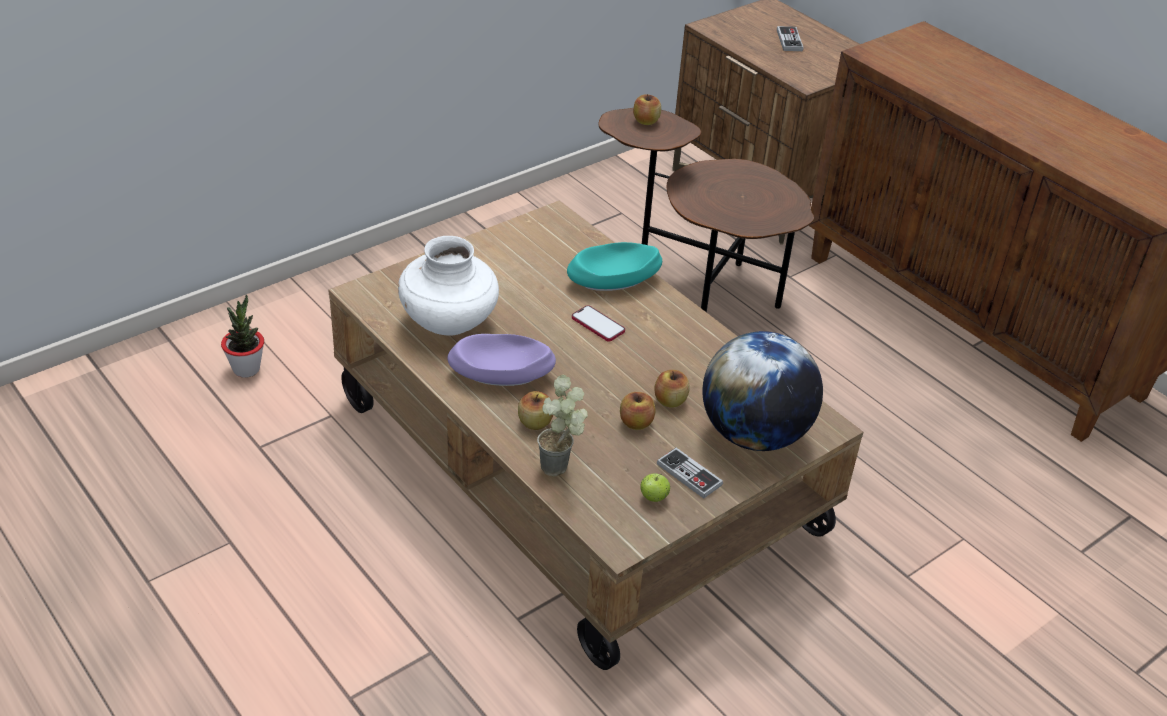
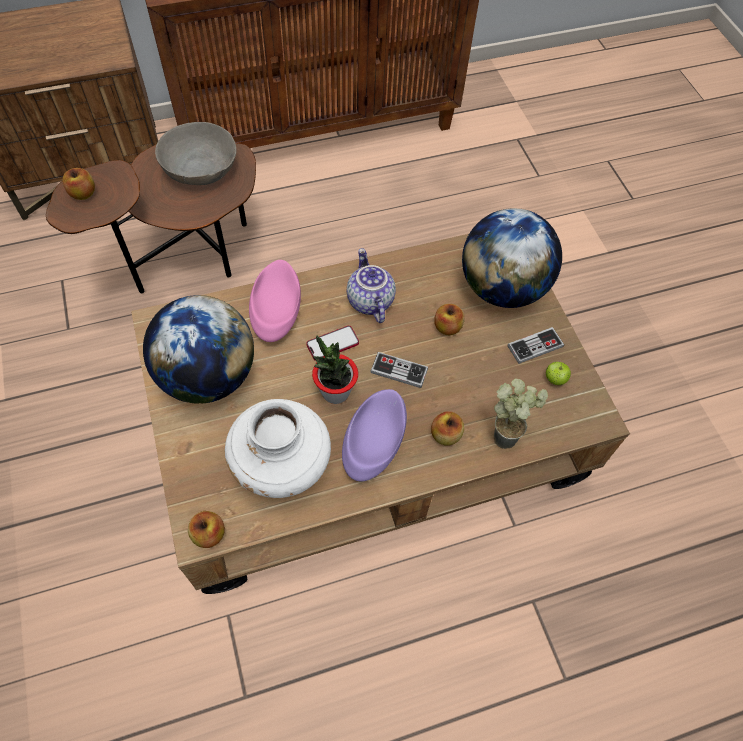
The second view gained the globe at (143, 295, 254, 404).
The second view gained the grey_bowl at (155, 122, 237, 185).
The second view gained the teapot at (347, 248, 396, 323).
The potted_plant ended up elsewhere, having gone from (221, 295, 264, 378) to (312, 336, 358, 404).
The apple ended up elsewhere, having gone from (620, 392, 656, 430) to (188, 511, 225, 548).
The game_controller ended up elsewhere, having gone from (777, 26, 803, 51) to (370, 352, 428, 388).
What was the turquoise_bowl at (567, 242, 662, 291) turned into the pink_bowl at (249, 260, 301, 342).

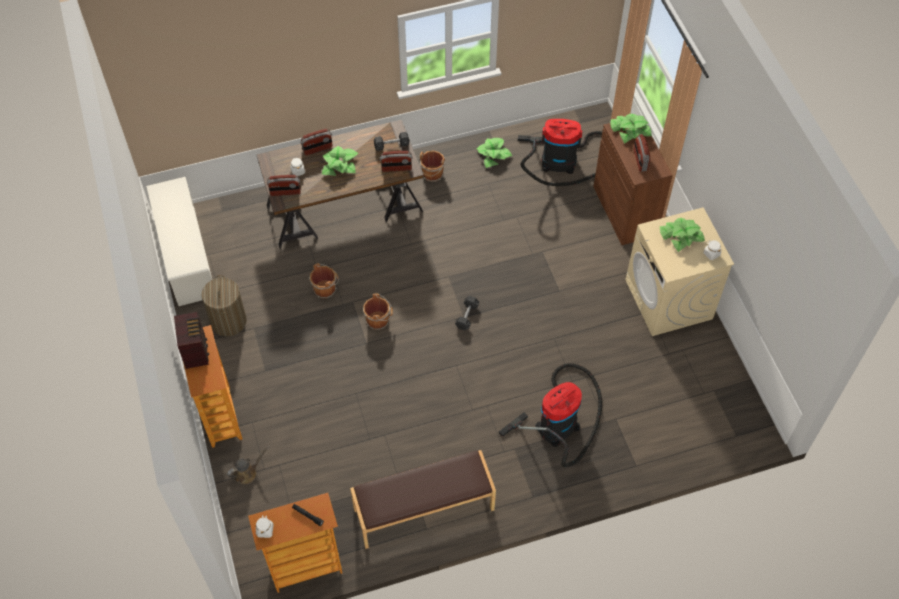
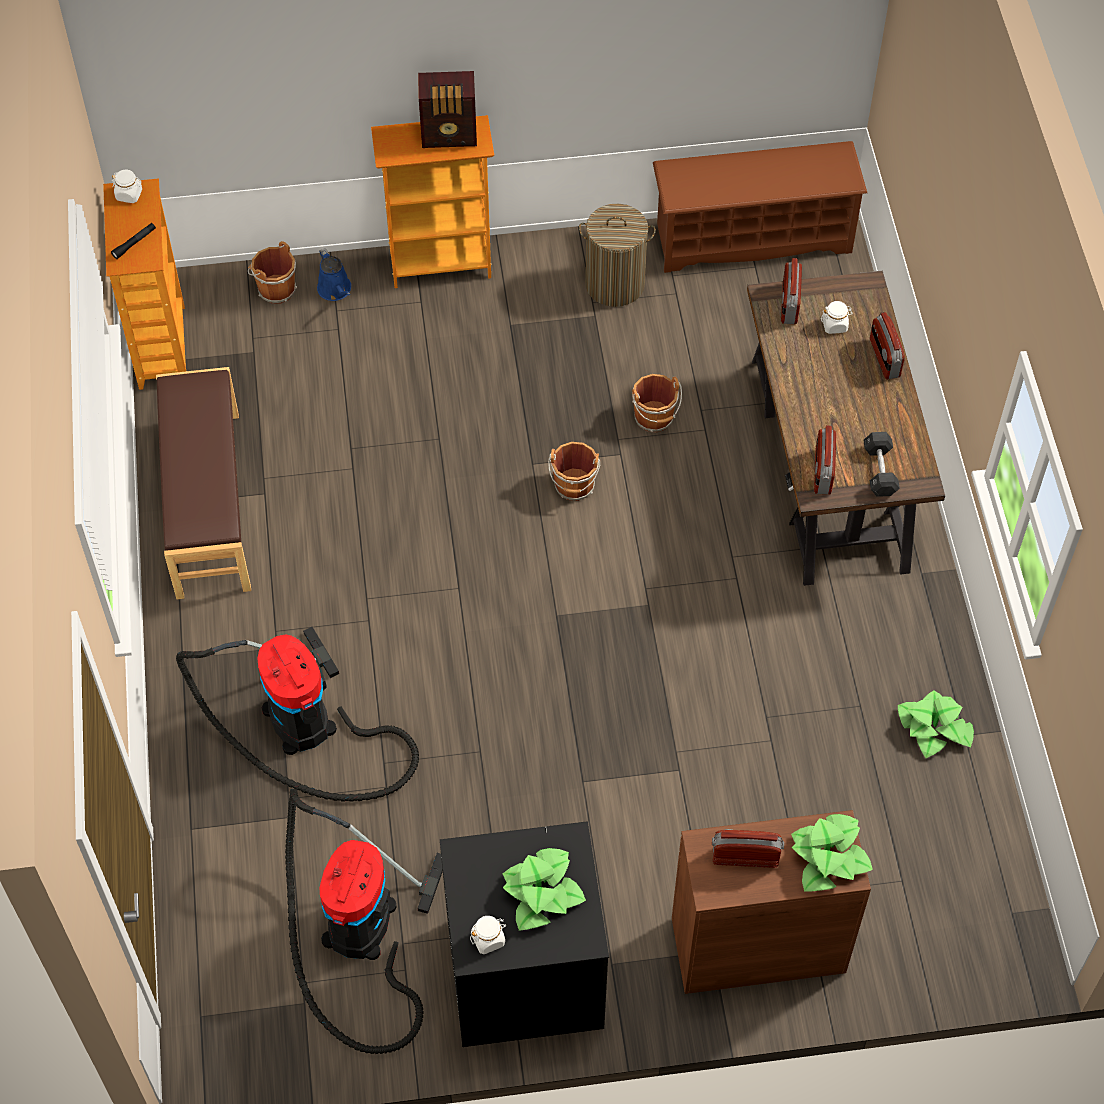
The second view lost the potted_plant at (322, 146, 358, 176).
The second view lost the black_dumbbell at (455, 296, 480, 330).
The brown_bucket ended up elsewhere, having gone from (418, 151, 445, 182) to (248, 241, 297, 303).
The vacuum_cleaner ended up elsewhere, having gone from (518, 119, 602, 186) to (285, 788, 443, 1054).
What was the white_shoe_rack at (146, 177, 212, 306) turned into the brown_shoe_rack at (653, 141, 867, 273).
What was the brown_watering_can at (227, 445, 270, 484) turned into the blue_watering_can at (317, 248, 351, 301).
What was the beige_washing_machine at (625, 207, 734, 336) turned into the black_washing_machine at (440, 821, 609, 1047).

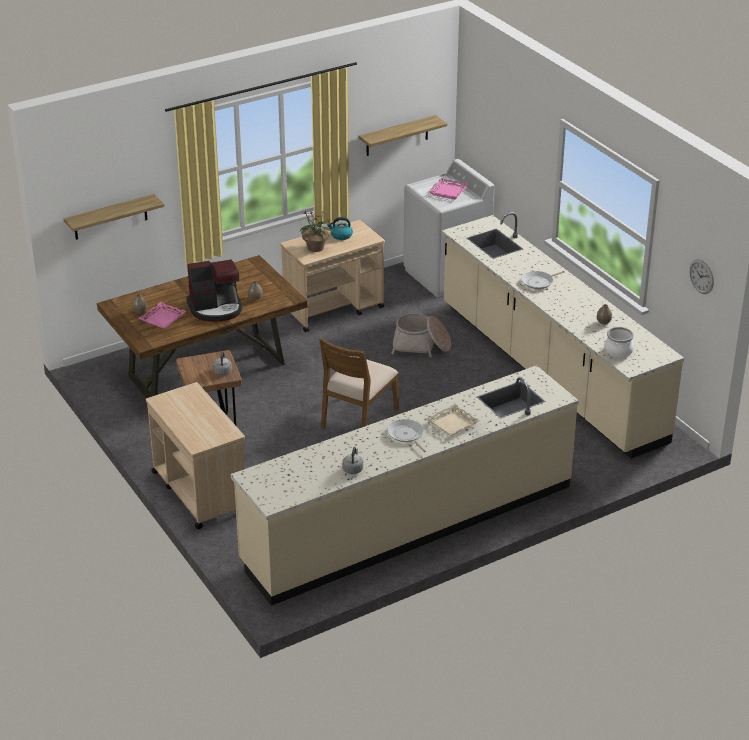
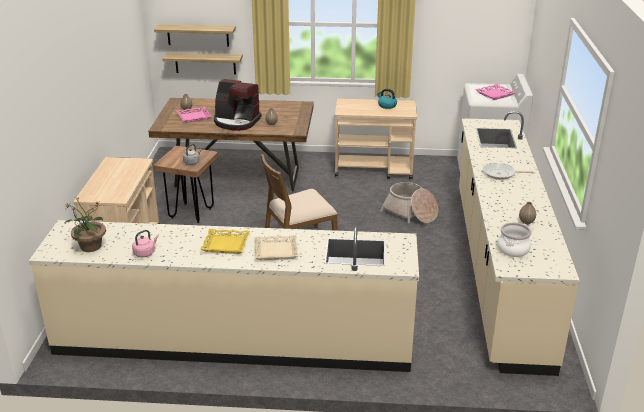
The second view lost the wall_clock at (689, 259, 714, 294).
The potted_plant ended up elsewhere, having gone from (300, 211, 332, 252) to (64, 197, 106, 252).
The shelf ended up elsewhere, having gone from (359, 115, 447, 156) to (162, 53, 243, 74).
Where the frying_pan stood at (387, 419, 426, 452), the yellow_tray came to stand at (200, 229, 250, 254).
What was the grey_kettle at (342, 447, 363, 474) turned into the pink_kettle at (132, 230, 158, 257).

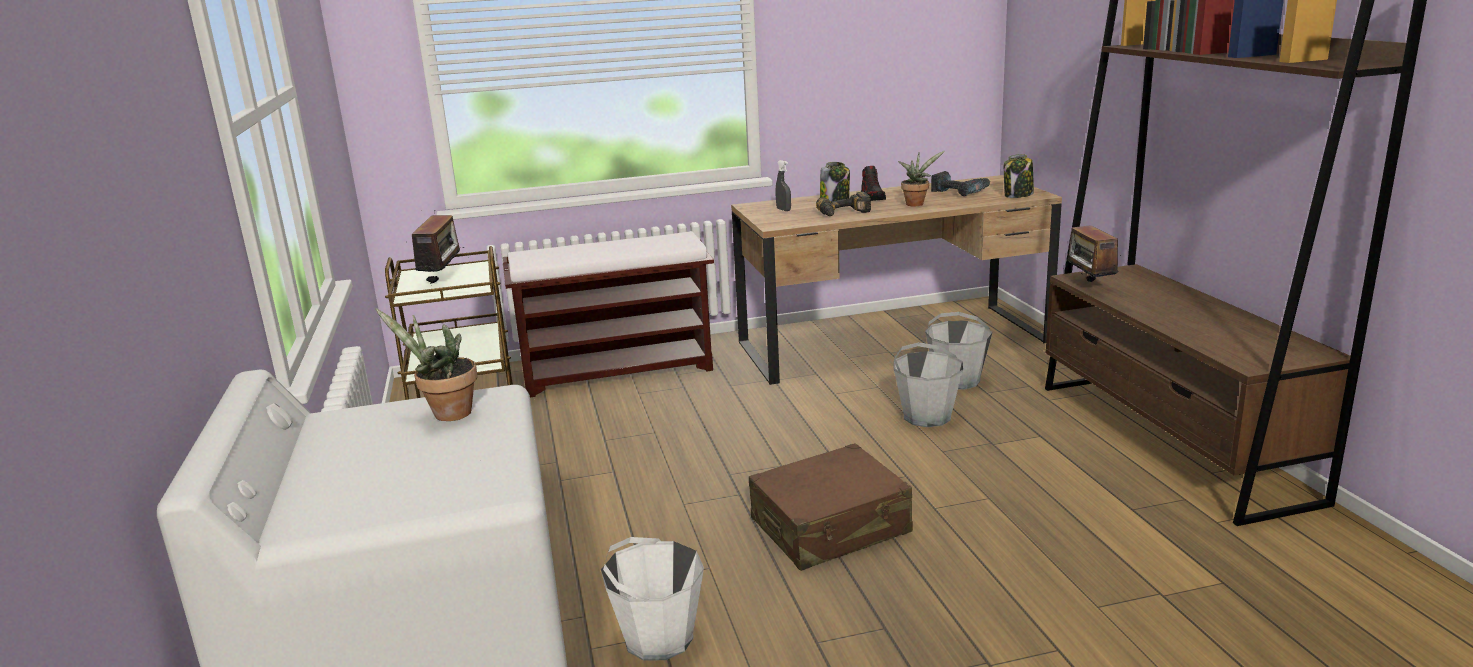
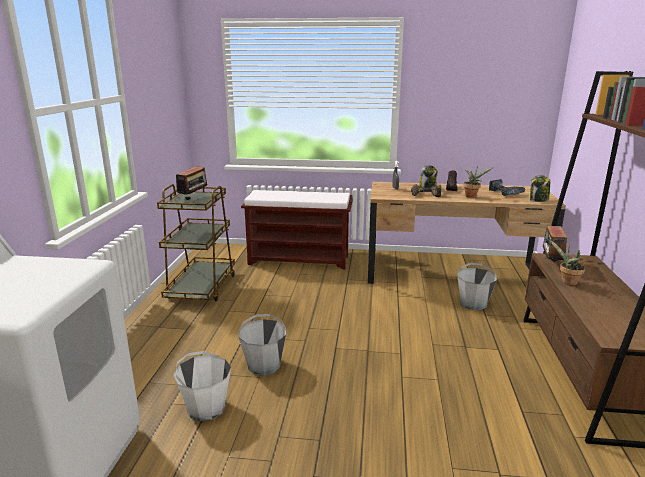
The second view lost the brown_suitcase at (749, 443, 913, 571).
The potted_plant ended up elsewhere, having gone from (375, 308, 477, 421) to (549, 239, 585, 286).
The grey_bucket ended up elsewhere, having gone from (894, 342, 963, 427) to (238, 314, 286, 375).

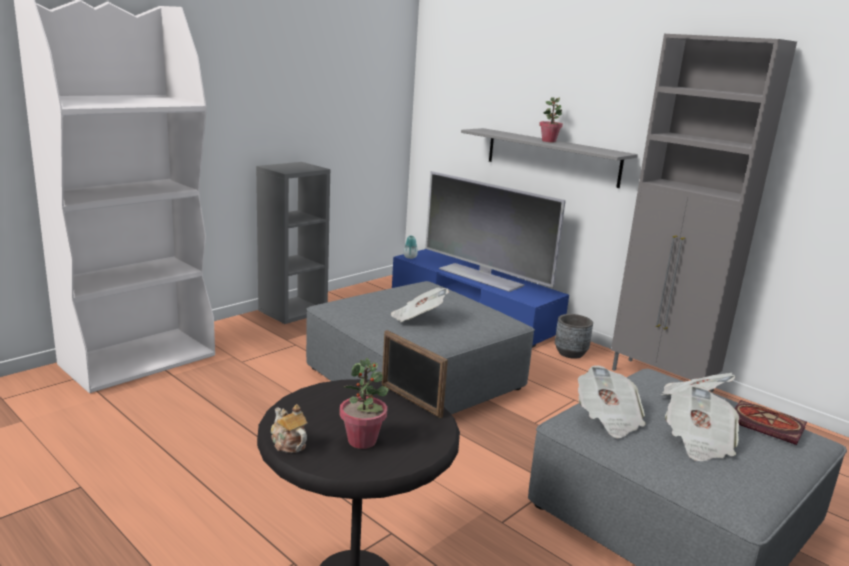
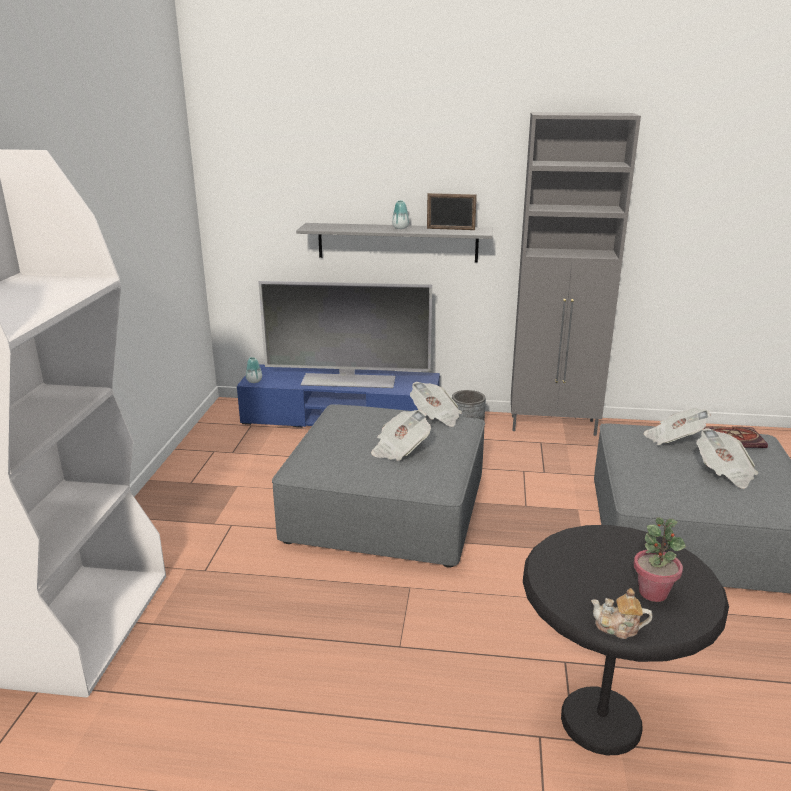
The second view lost the grey_bookcase at (256, 162, 330, 324).
The picture_frame ended up elsewhere, having gone from (382, 330, 448, 418) to (427, 193, 477, 230).
The newspaper ended up elsewhere, having gone from (578, 365, 646, 439) to (410, 382, 462, 427).
Where the potted_plant stood at (539, 97, 563, 142), the vase came to stand at (392, 200, 409, 229).

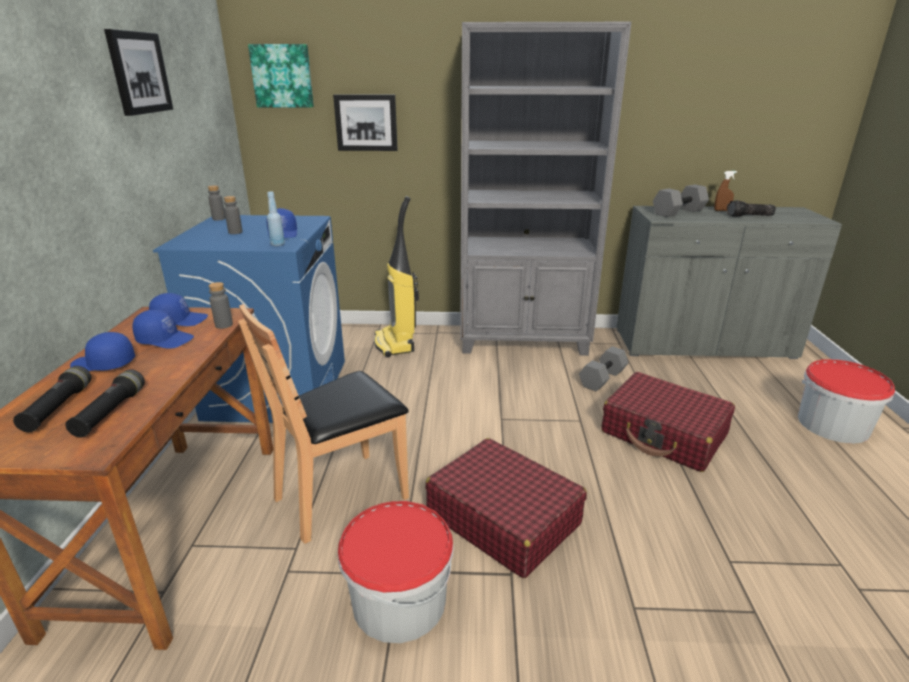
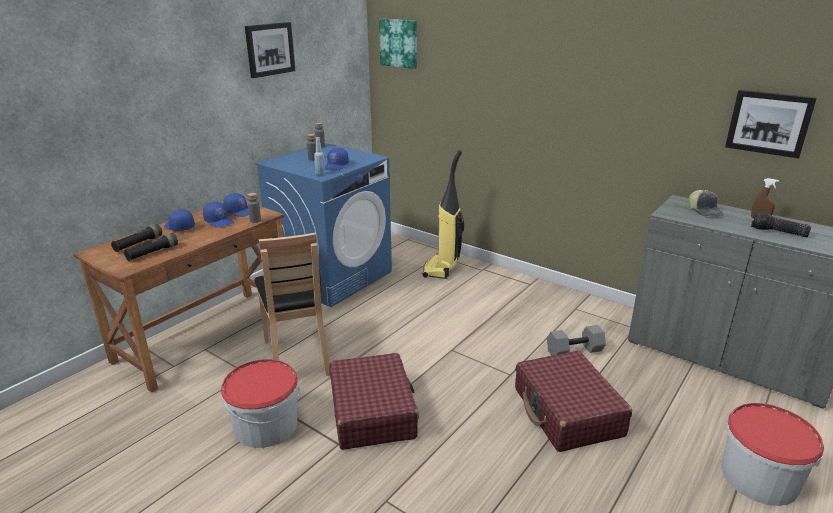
The second view lost the grey_bookcase at (460, 22, 631, 356).
The picture ended up elsewhere, having gone from (333, 94, 398, 151) to (725, 90, 817, 158).
Where the grey_dumbbell stood at (653, 184, 709, 217), the cap came to stand at (689, 190, 723, 216).
The brown_chair at (238, 304, 409, 544) ended up facing another way, 105 degrees counterclockwise from before.

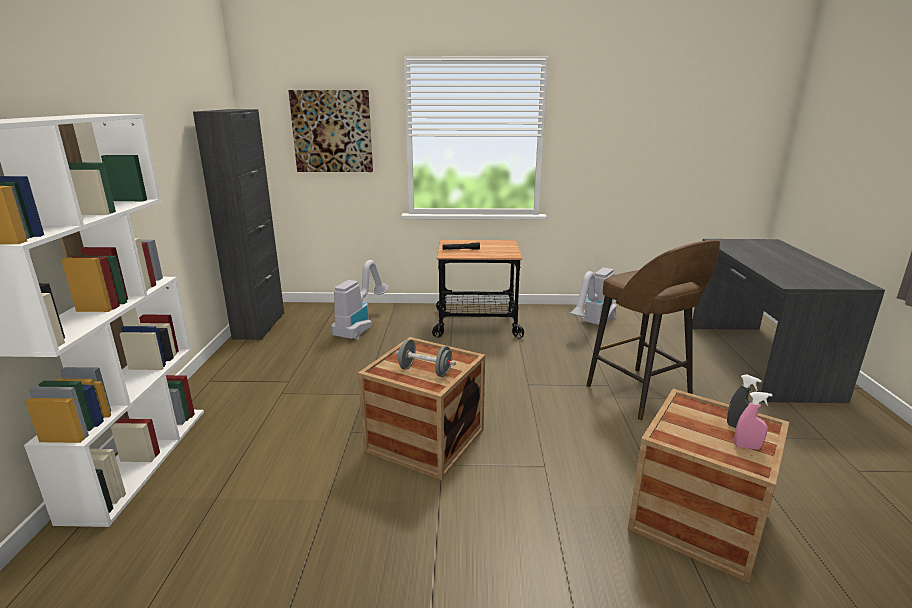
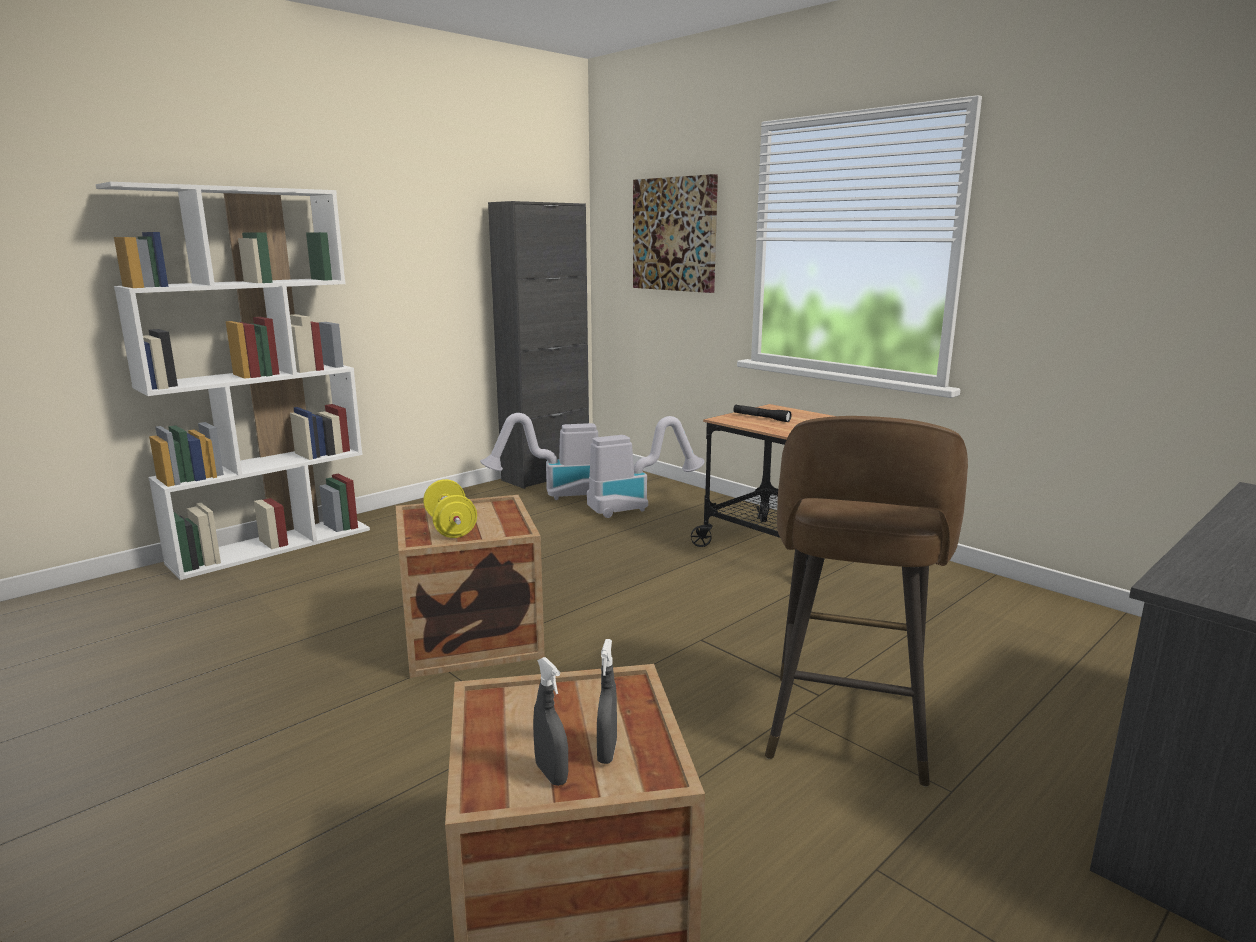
The vacuum_cleaner ended up elsewhere, having gone from (569, 268, 616, 325) to (480, 413, 598, 500).
What was the grey_dumbbell at (396, 339, 456, 377) turned into the yellow_dumbbell at (423, 479, 477, 538).
What was the pink_spray_bottle at (734, 392, 773, 449) turned into the grey_spray_bottle at (533, 657, 568, 786).

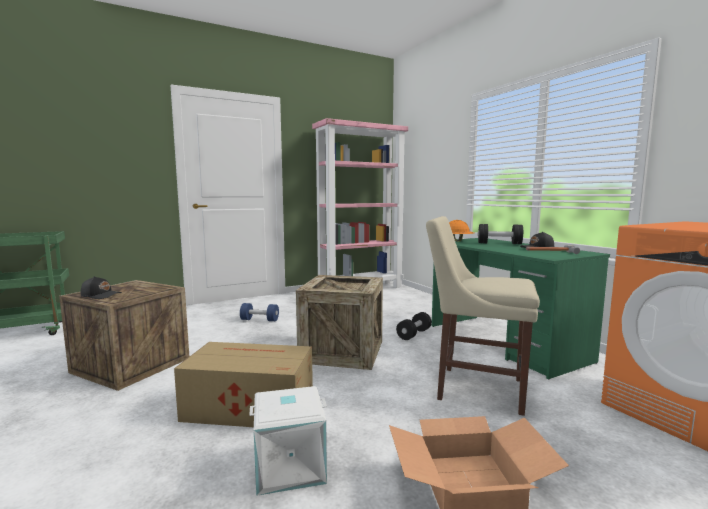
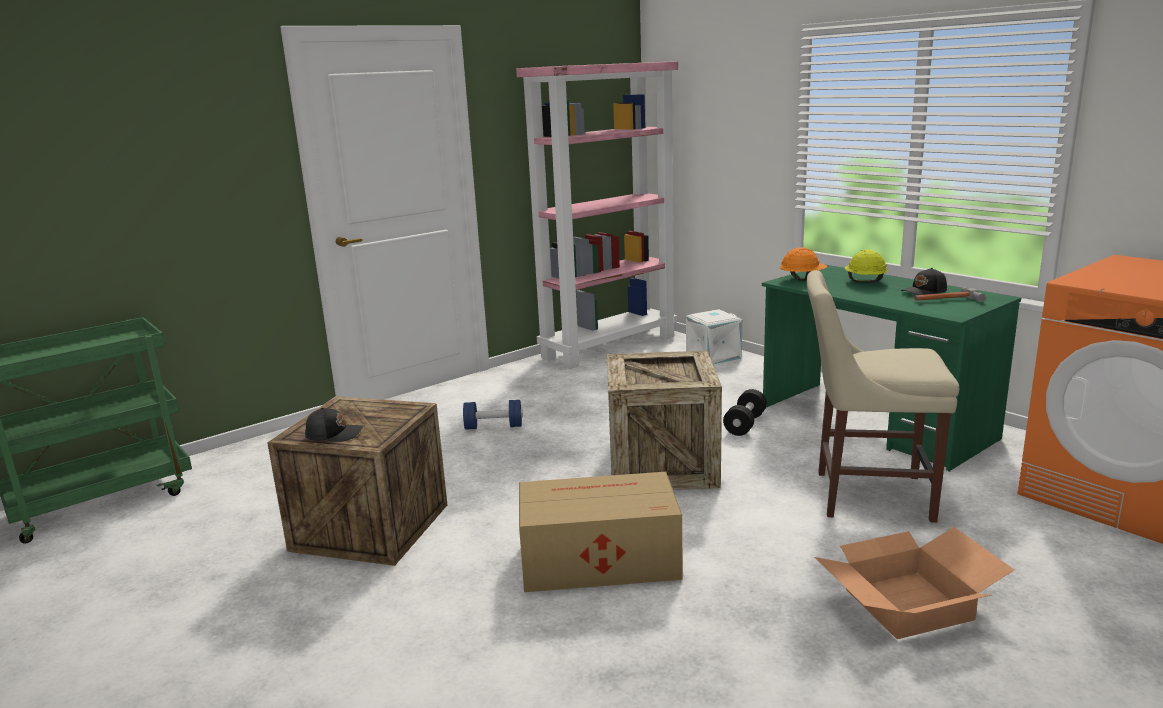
The white_storage_box ended up elsewhere, having gone from (249, 386, 327, 496) to (686, 309, 742, 364).
Where the black_dumbbell stood at (478, 224, 523, 244), the yellow_hard_hat came to stand at (845, 249, 888, 283).

